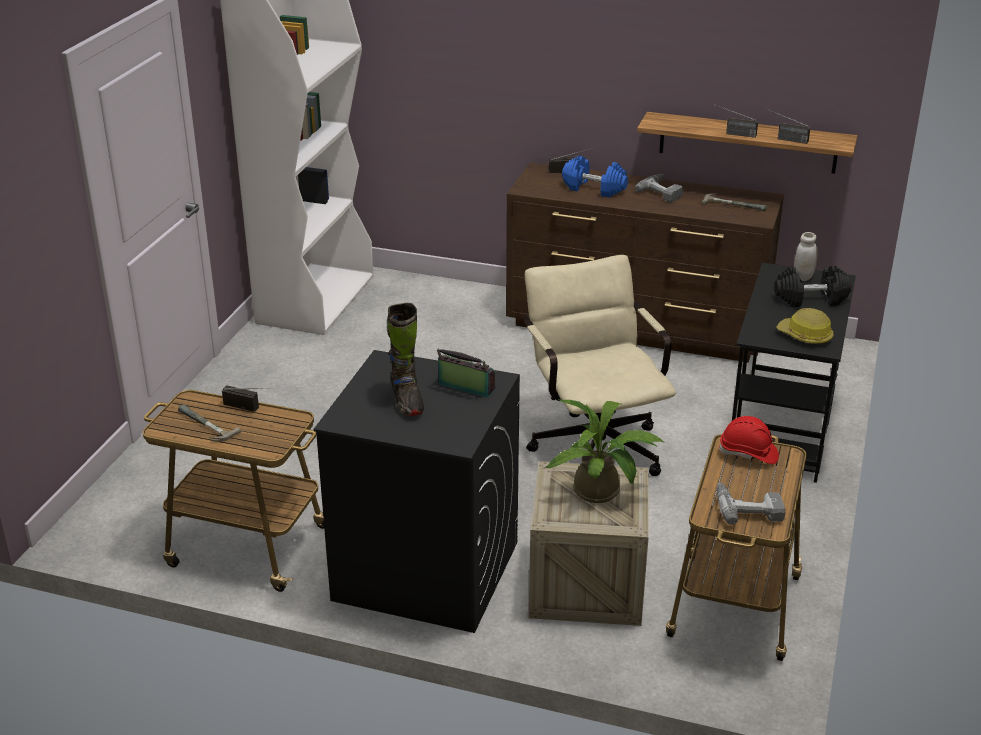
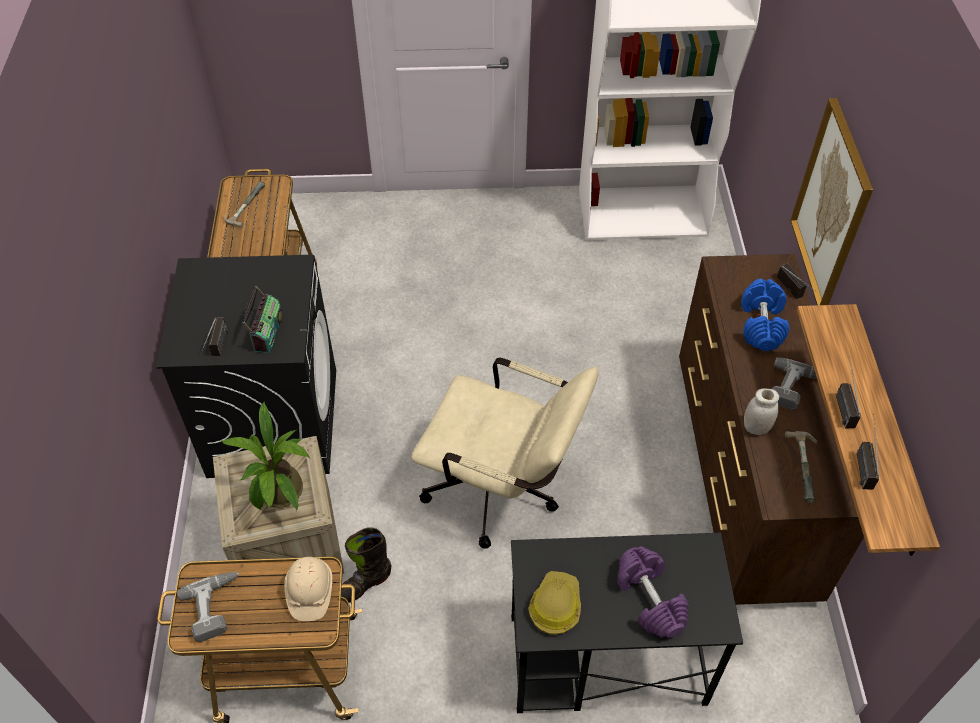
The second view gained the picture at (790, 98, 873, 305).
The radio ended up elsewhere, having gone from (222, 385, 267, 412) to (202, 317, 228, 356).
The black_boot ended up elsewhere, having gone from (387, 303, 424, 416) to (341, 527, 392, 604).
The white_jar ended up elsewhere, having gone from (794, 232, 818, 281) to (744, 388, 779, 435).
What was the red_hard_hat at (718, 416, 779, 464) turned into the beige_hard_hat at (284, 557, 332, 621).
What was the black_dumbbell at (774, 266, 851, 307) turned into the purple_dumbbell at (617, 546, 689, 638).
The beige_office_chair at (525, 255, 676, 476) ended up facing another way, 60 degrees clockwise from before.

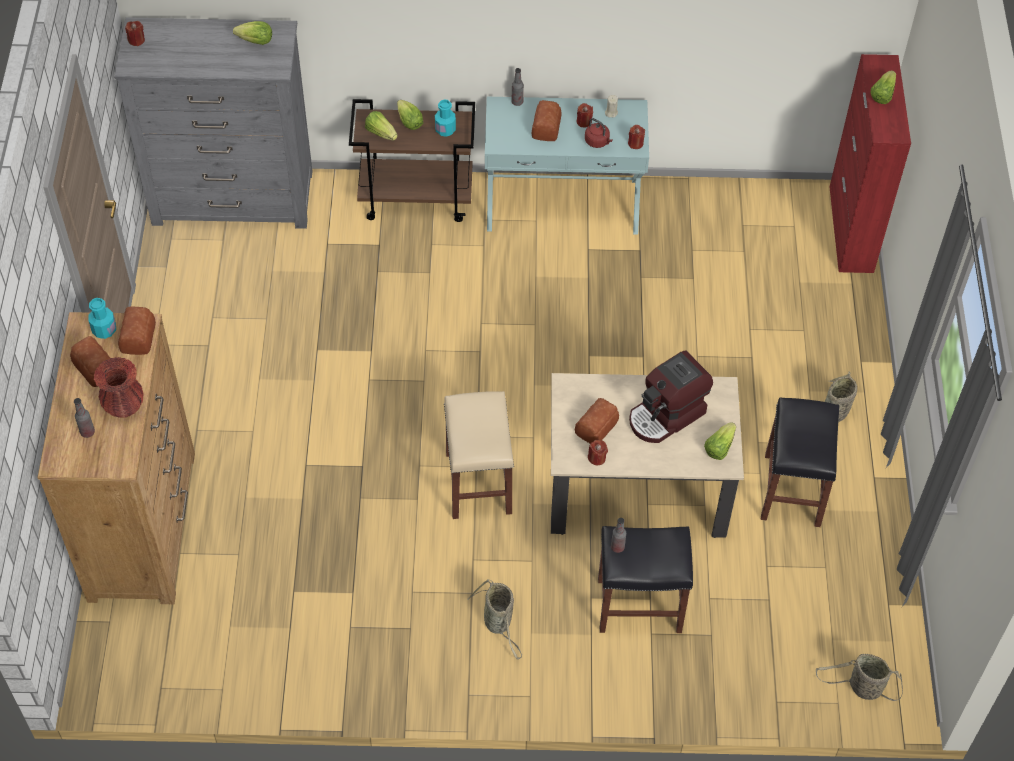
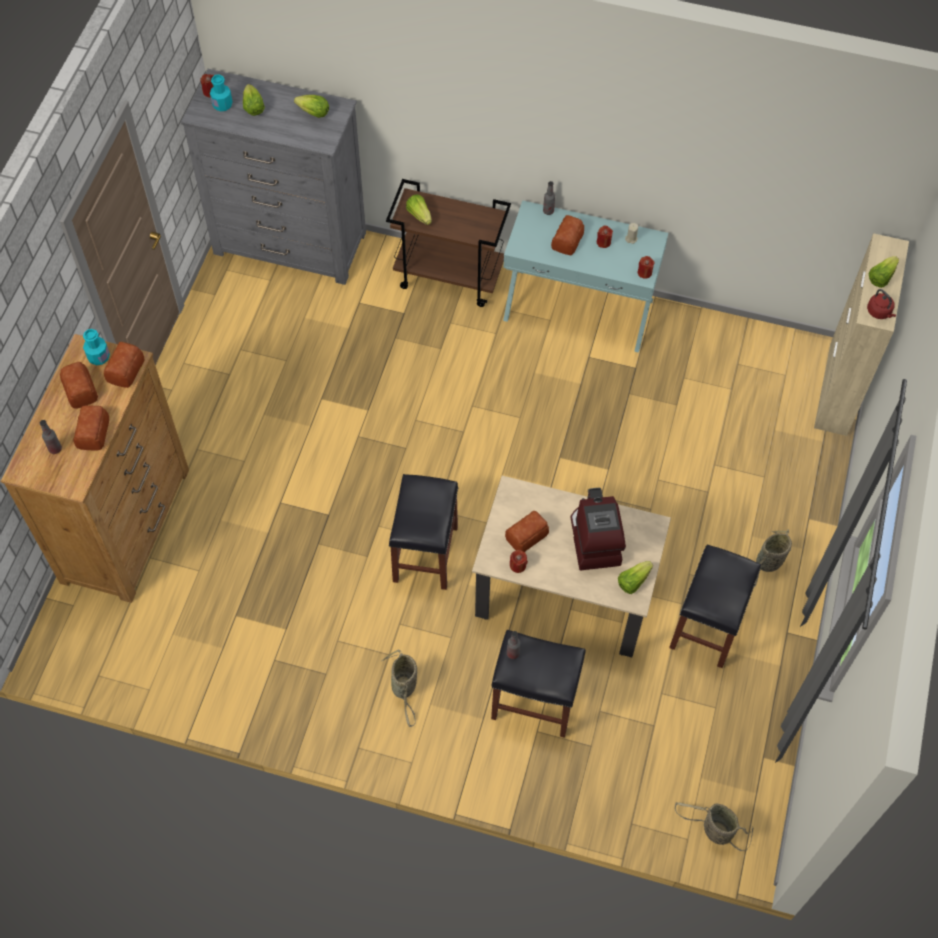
The lettuce ended up elsewhere, having gone from (397, 100, 423, 130) to (243, 84, 265, 116).
The turquoise_bottle ended up elsewhere, having gone from (435, 99, 456, 137) to (210, 74, 233, 111).
The red_kettle ended up elsewhere, having gone from (585, 118, 613, 148) to (867, 289, 896, 319).
Where the red_vase stood at (94, 357, 144, 418), the bread came to stand at (73, 405, 109, 450).
What was the beige_stool at (444, 391, 514, 519) turned into the black_stool at (389, 474, 458, 590).
What was the red_cabinet at (830, 54, 911, 273) turned into the beige_cabinet at (814, 233, 909, 436).
The coffee_machine at (629, 350, 713, 443) ended up facing another way, 105 degrees clockwise from before.

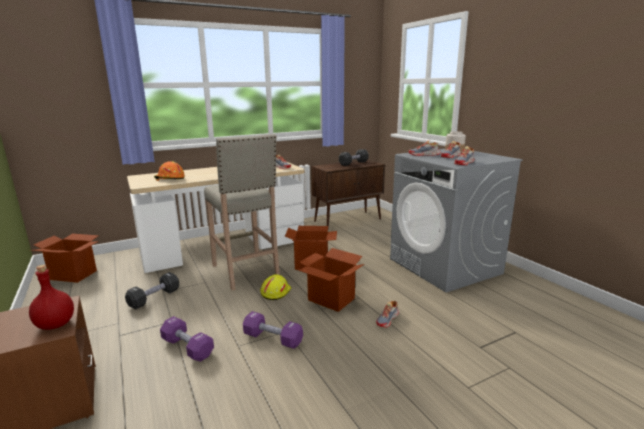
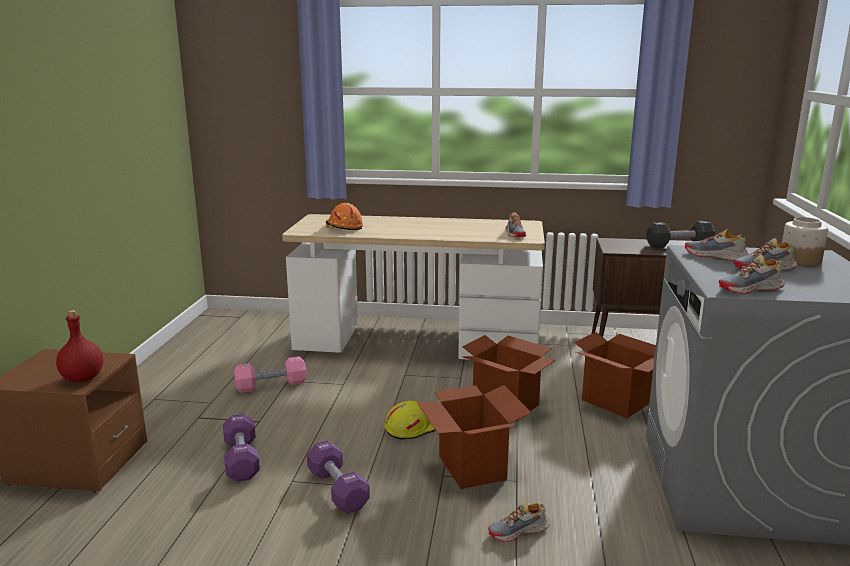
The second view lost the beige_stool at (204, 134, 280, 291).
The cardboard_box ended up elsewhere, having gone from (30, 234, 99, 283) to (574, 332, 656, 418).
What was the black_dumbbell at (125, 272, 179, 310) turned into the pink_dumbbell at (234, 356, 307, 393).

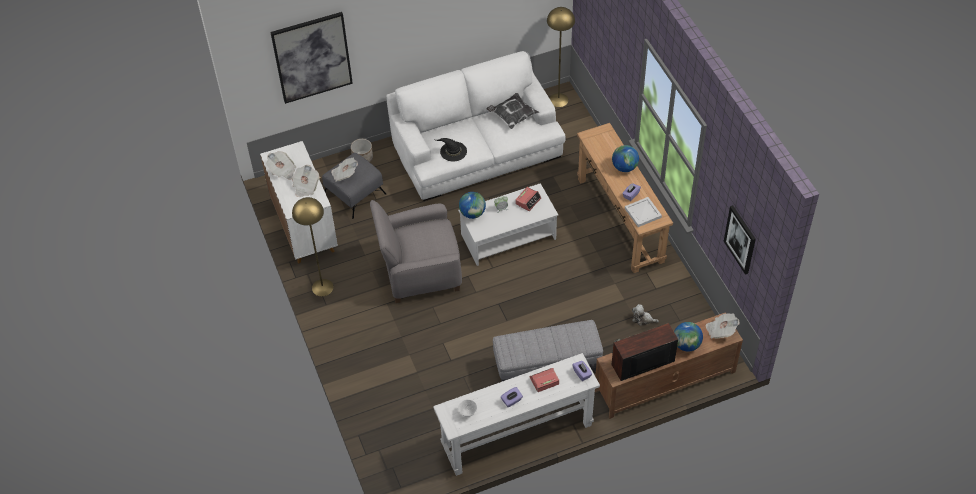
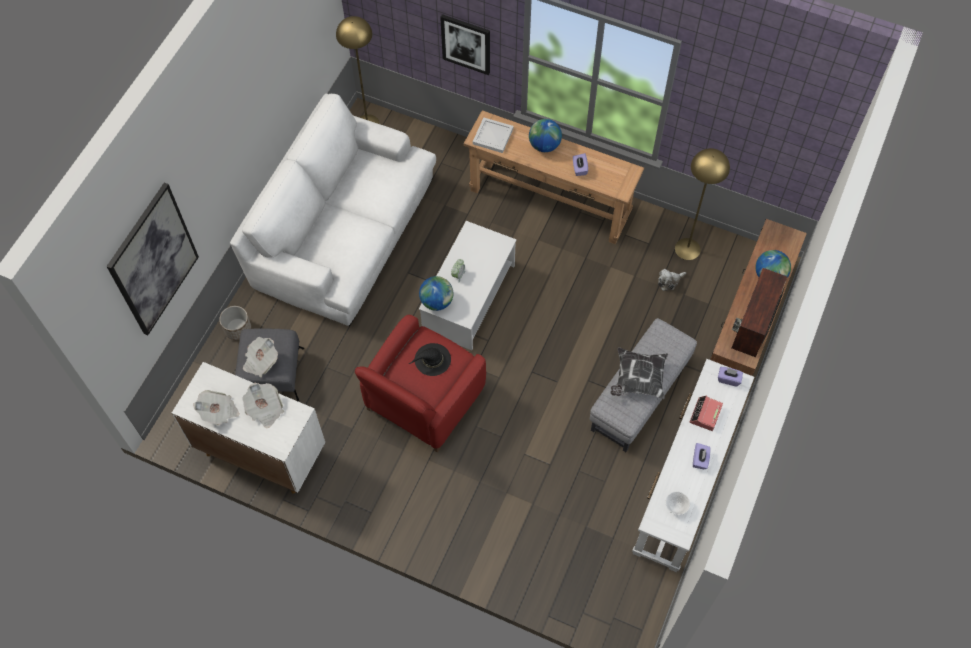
The second view lost the alarm_clock at (515, 187, 541, 211).
The second view lost the newspaper at (706, 314, 740, 339).
The yellow_floor_lamp ended up elsewhere, having gone from (292, 197, 334, 296) to (675, 148, 730, 260).
The black_hat ended up elsewhere, having gone from (435, 138, 467, 162) to (409, 343, 451, 376).
The pillow ended up elsewhere, having gone from (487, 93, 539, 129) to (611, 347, 668, 399).
The white_tray ended up elsewhere, having gone from (625, 197, 662, 227) to (473, 118, 514, 153).
The picture ended up elsewhere, having gone from (724, 205, 756, 275) to (440, 14, 490, 75).
What was the grey_armchair at (370, 200, 462, 303) turned into the red_armchair at (355, 315, 486, 452).

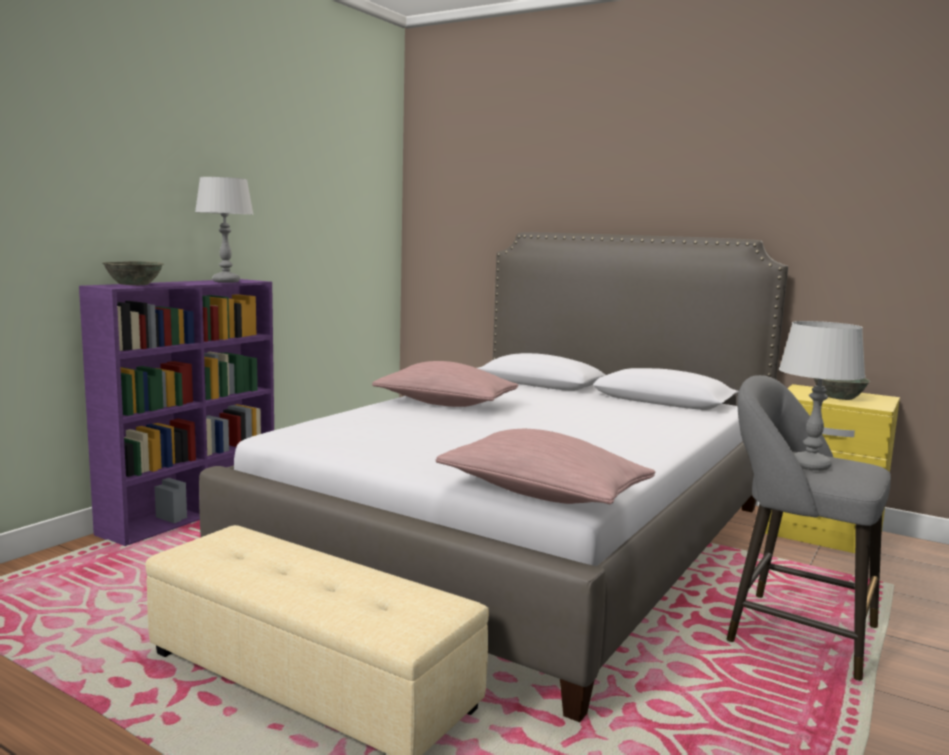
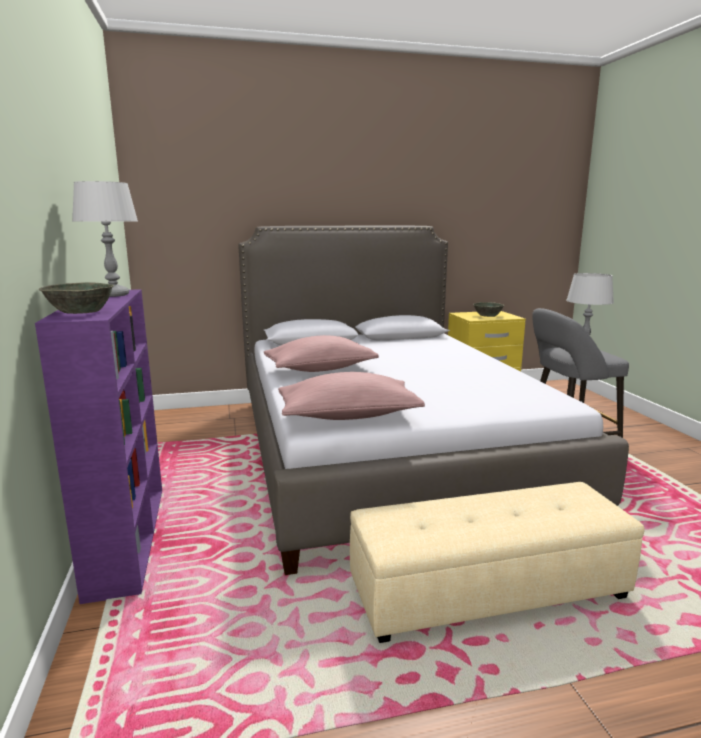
The pink_pillow ended up elsewhere, having gone from (436, 429, 656, 504) to (278, 372, 425, 420).

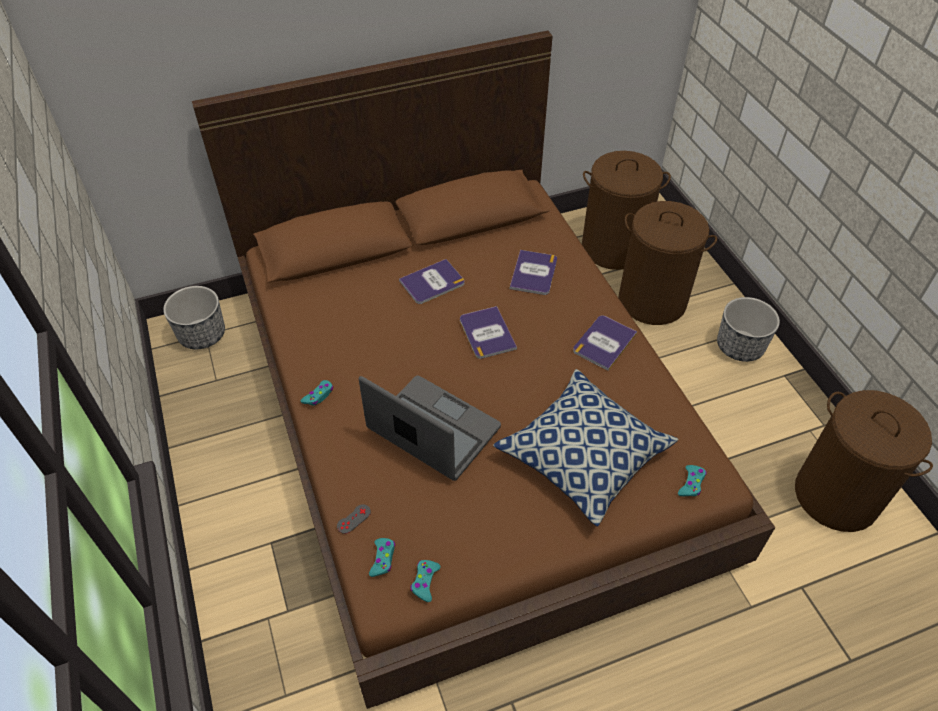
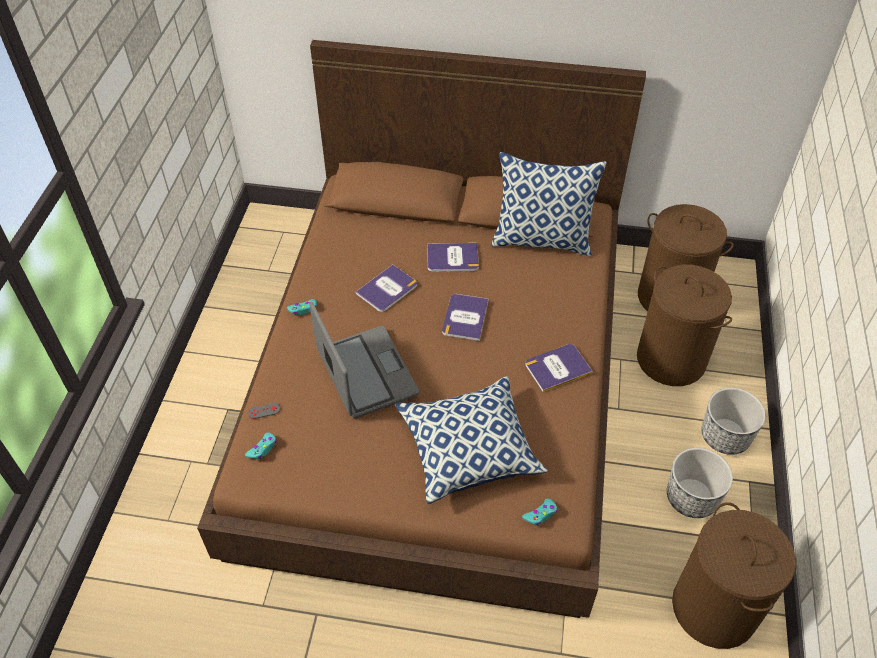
The second view lost the turquoise_game_controller at (410, 560, 441, 602).
The second view gained the pillow at (492, 152, 607, 256).
The planter ended up elsewhere, having gone from (163, 286, 225, 349) to (667, 448, 733, 518).
The book ended up elsewhere, having gone from (510, 250, 557, 295) to (356, 265, 417, 312).

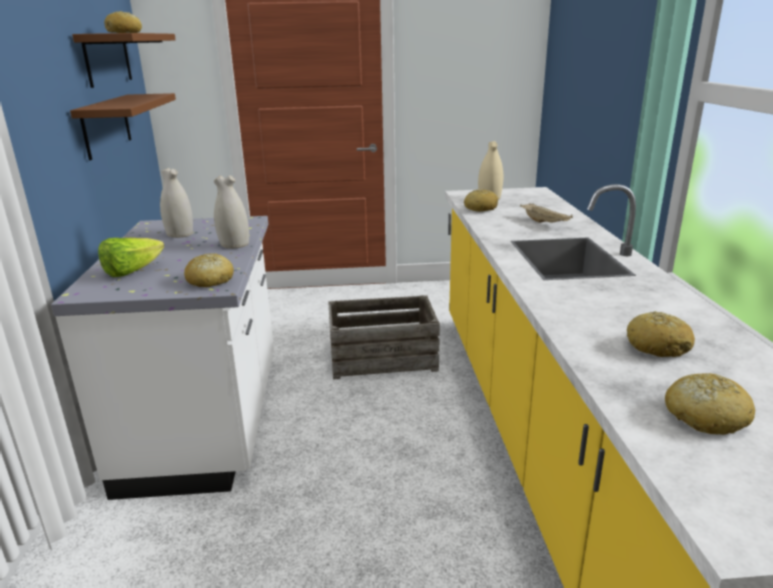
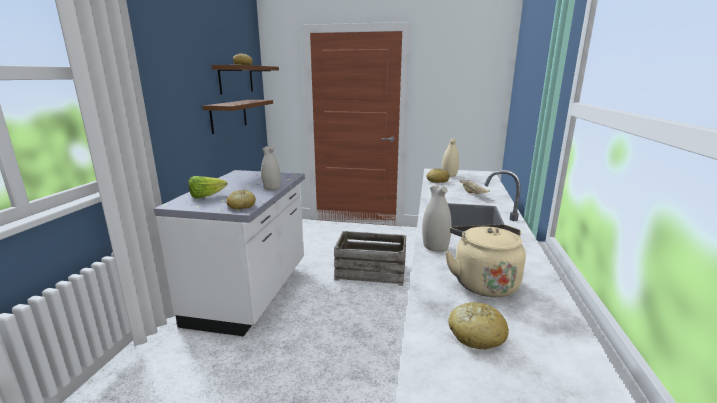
The white_vase ended up elsewhere, having gone from (160, 168, 193, 238) to (422, 184, 452, 252).
Where the bread stood at (627, 311, 695, 357), the beige_kettle came to stand at (445, 224, 526, 297).

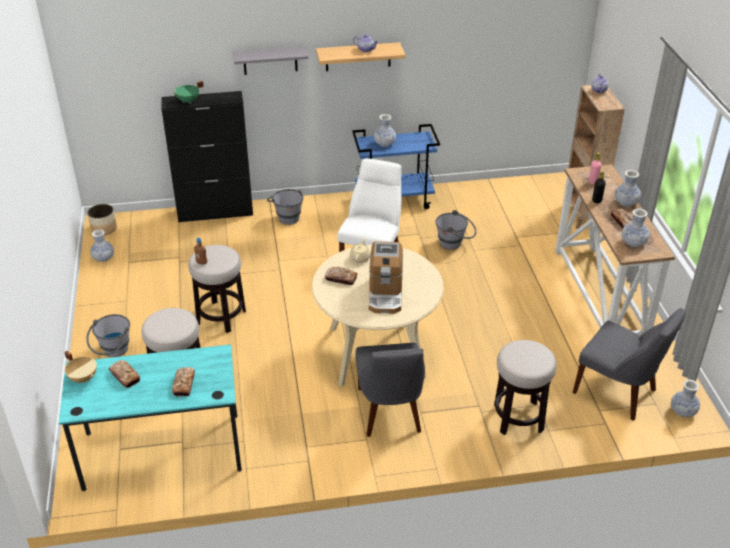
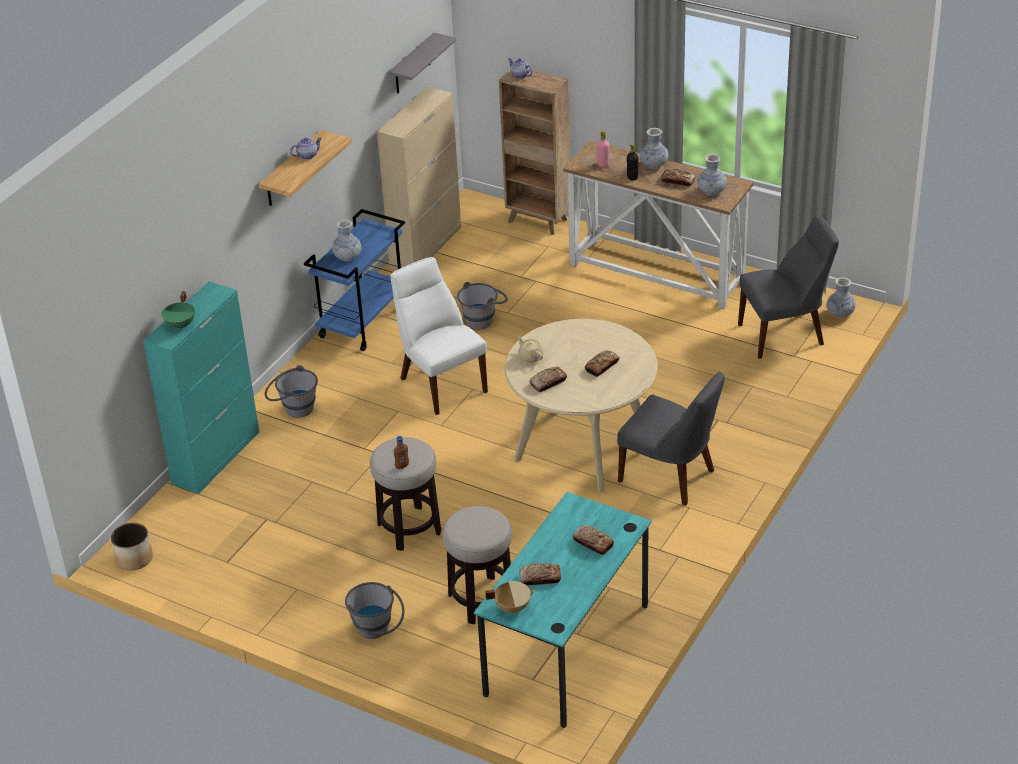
The second view lost the vase at (90, 229, 114, 262).
The second view lost the stool at (494, 340, 557, 435).
The second view gained the beige_cabinet at (377, 87, 461, 270).
The grey_shelf ended up elsewhere, having gone from (233, 47, 309, 75) to (389, 33, 456, 94).
Where the coffee_machine stood at (369, 241, 403, 314), the bread came to stand at (585, 351, 620, 377).
What was the black_cabinet at (161, 91, 253, 222) turned into the turquoise_cabinet at (143, 281, 259, 494).

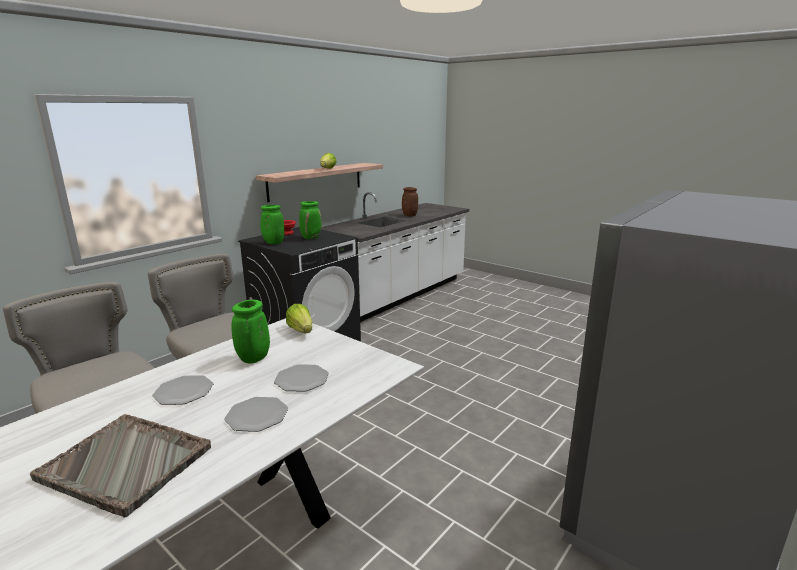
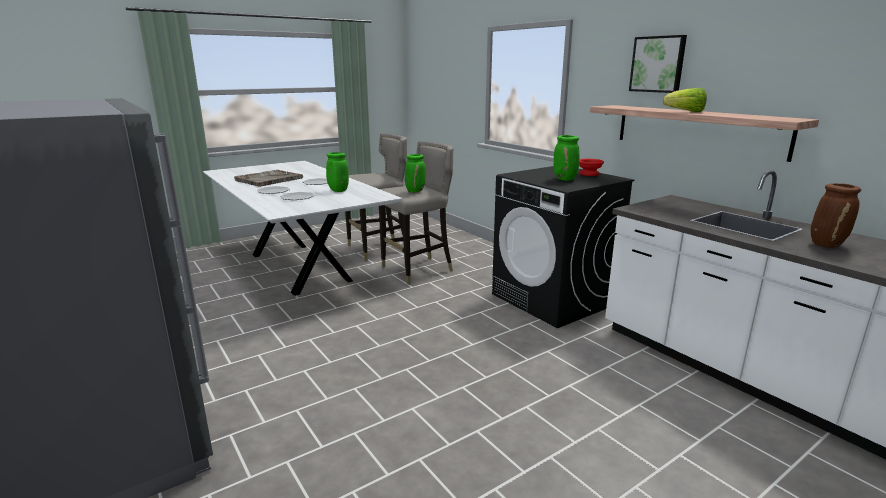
The second view lost the lettuce at (286, 304, 312, 333).
The second view gained the picture at (629, 35, 687, 93).
The green_vase ended up elsewhere, having gone from (260, 205, 284, 244) to (405, 154, 426, 192).

